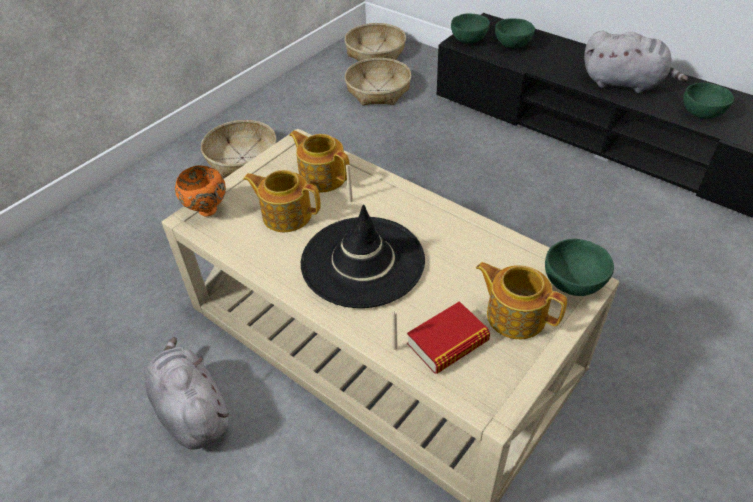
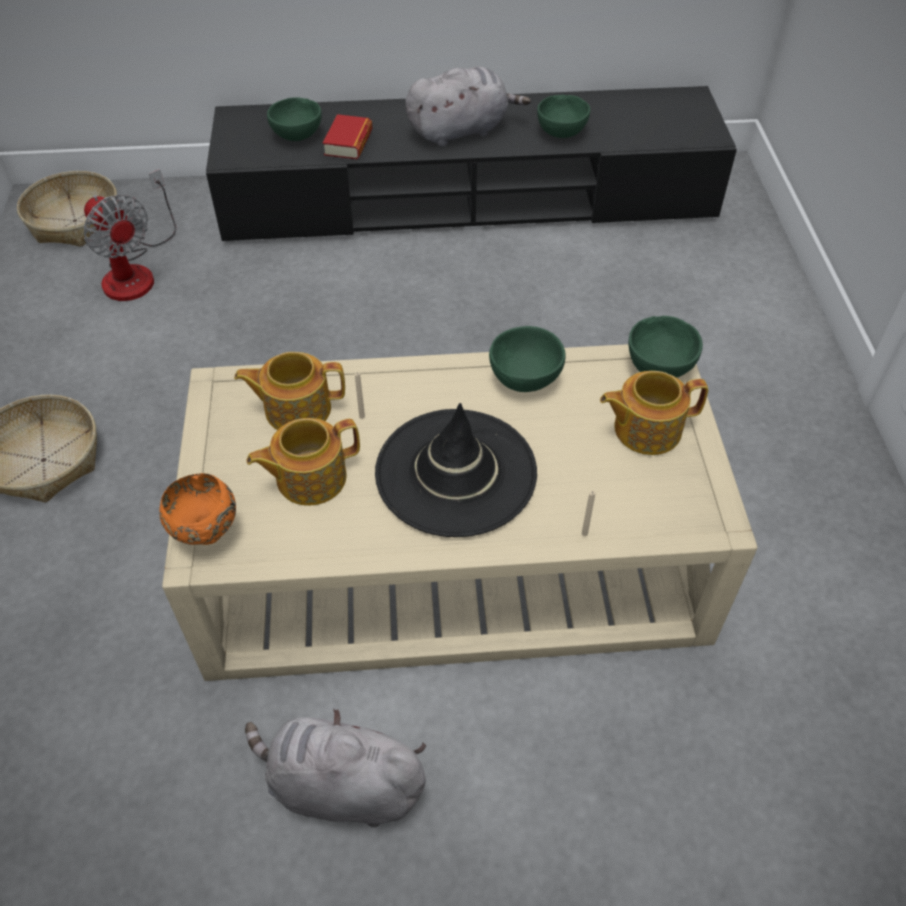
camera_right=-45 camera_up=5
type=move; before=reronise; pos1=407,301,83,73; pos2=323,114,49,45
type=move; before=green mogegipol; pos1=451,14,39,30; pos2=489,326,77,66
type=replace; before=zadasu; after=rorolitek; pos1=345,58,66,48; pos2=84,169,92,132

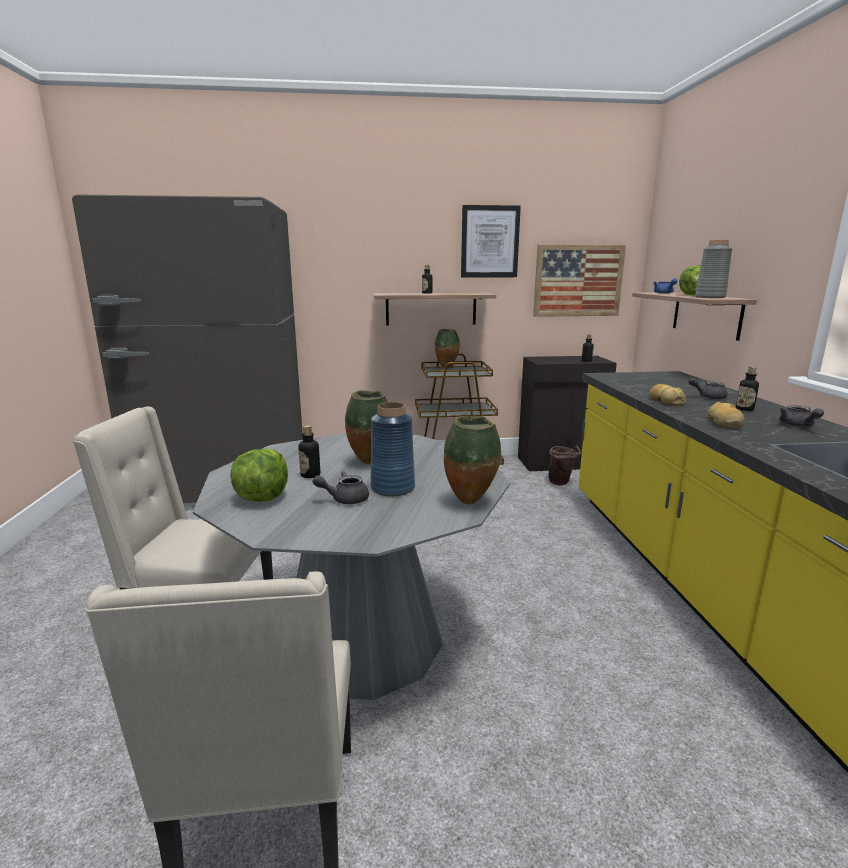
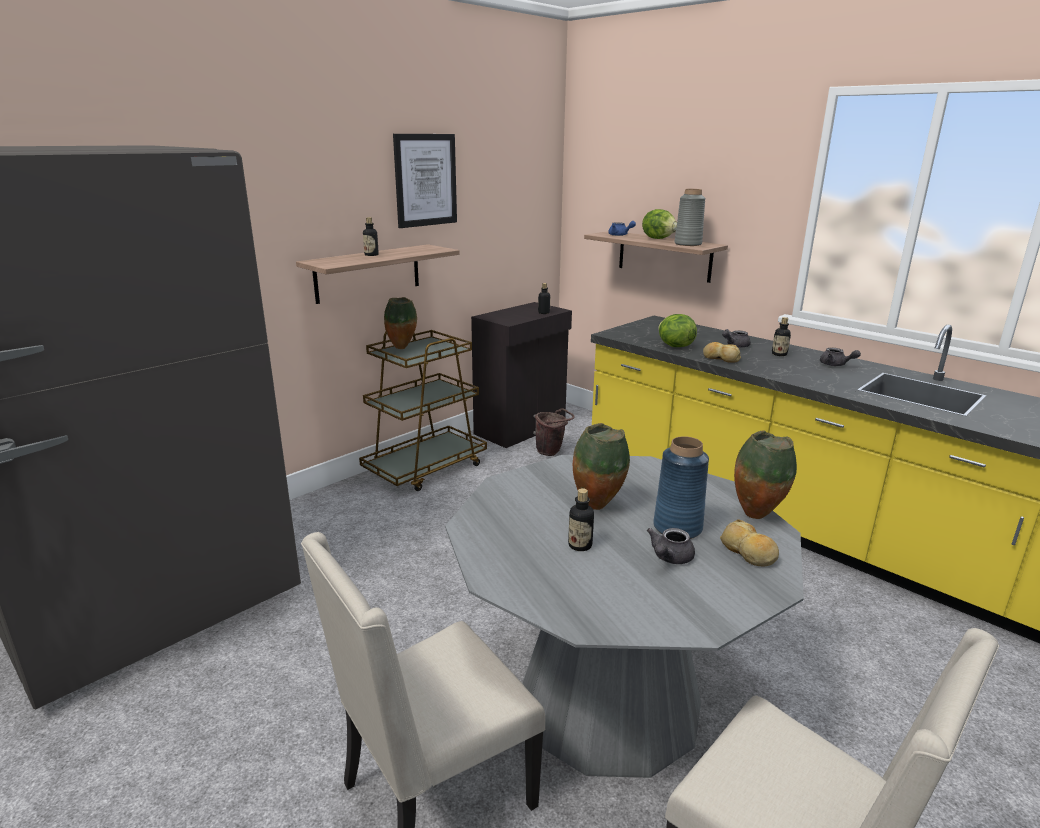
camera_right=-40 camera_up=5
type=delete; before=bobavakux; pos1=533,244,93,73
type=move; before=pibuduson; pos1=230,448,58,54; pos2=658,314,39,33
type=move; before=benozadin; pos1=708,402,37,26; pos2=720,519,59,48

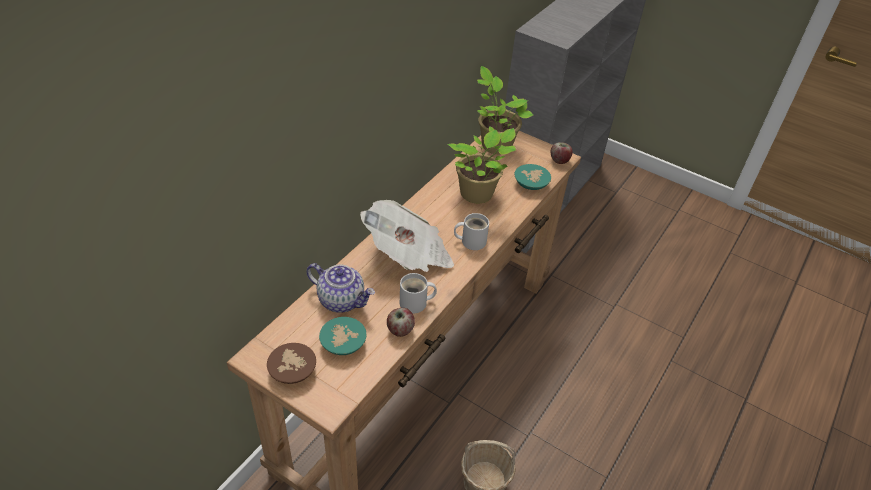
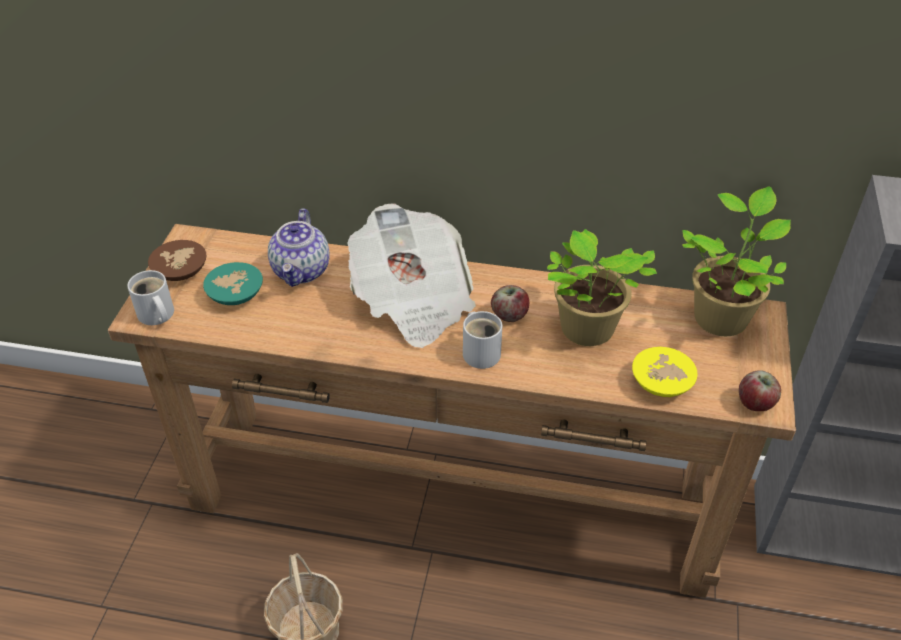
camera_right=70 camera_up=0
type=move; before=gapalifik; pos1=387,308,28,29; pos2=491,285,38,37
type=move; before=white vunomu; pos1=400,273,37,41; pos2=127,270,47,55
type=recolor; before=turquoise mogegipol; after=yellow mogegipol; pos1=514,164,37,26; pos2=632,347,66,50

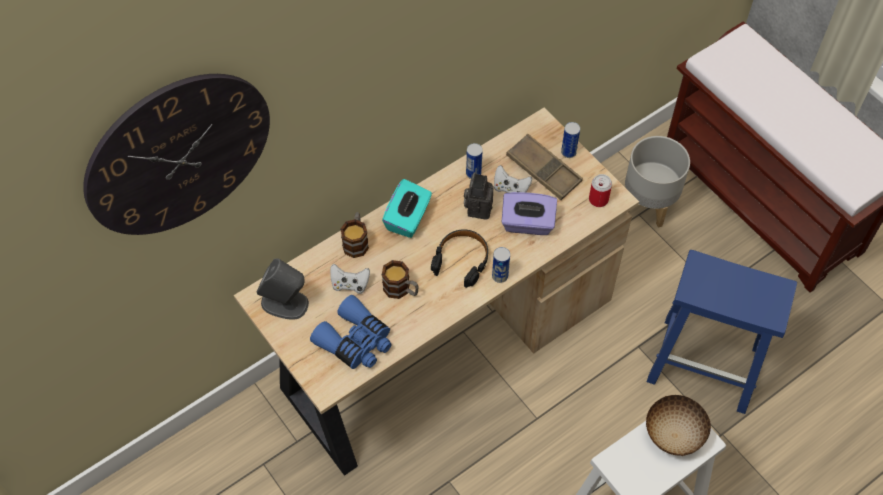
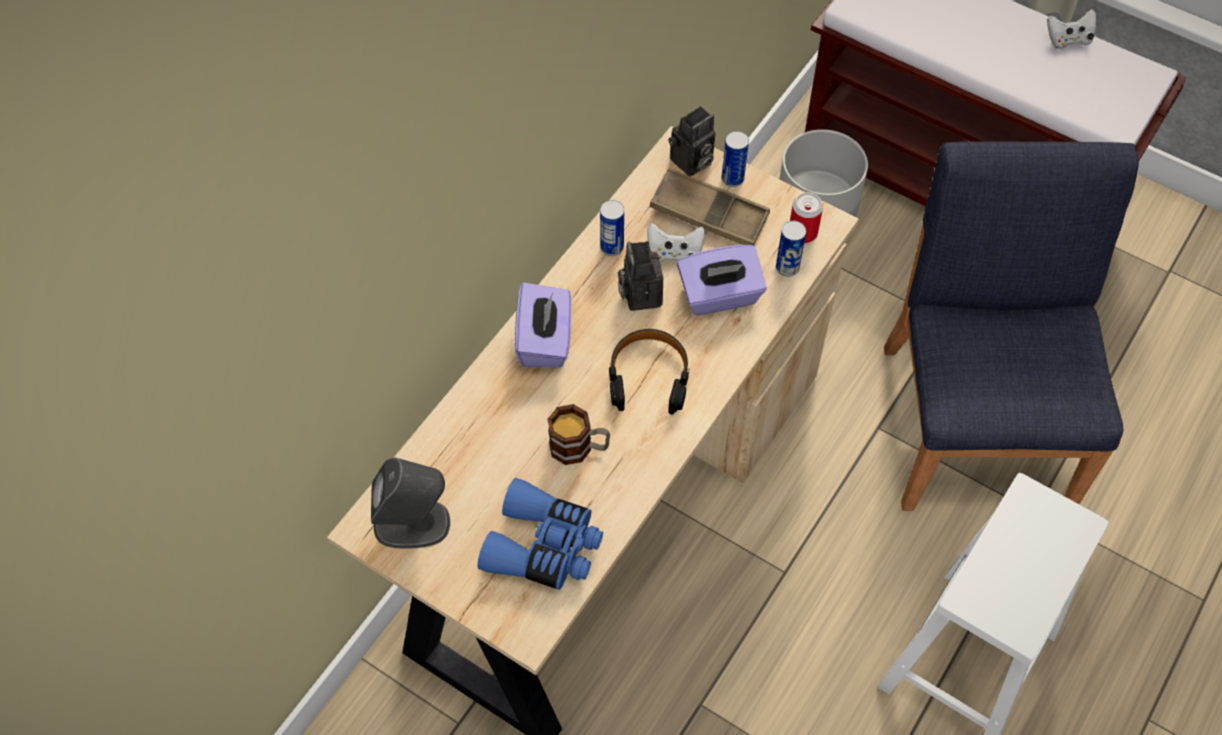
camera_right=-20 camera_up=0
type=delete; before=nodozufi; pos1=83,74,187,161
type=delete; before=vunomu; pos1=340,212,29,46
type=delete; before=mogegipol; pos1=646,395,65,61
type=insert; after=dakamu; pos2=668,106,47,70
type=move; before=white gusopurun; pos1=330,263,40,31; pos2=1047,9,49,40
type=move; before=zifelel; pos1=492,247,18,36; pos2=776,221,30,56
type=replace; before=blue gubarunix; after=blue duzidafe; pos1=647,250,150,164; pos2=884,141,255,370
type=recolor; before=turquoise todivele; after=purple todivele; pos1=382,179,50,59; pos2=515,282,57,86

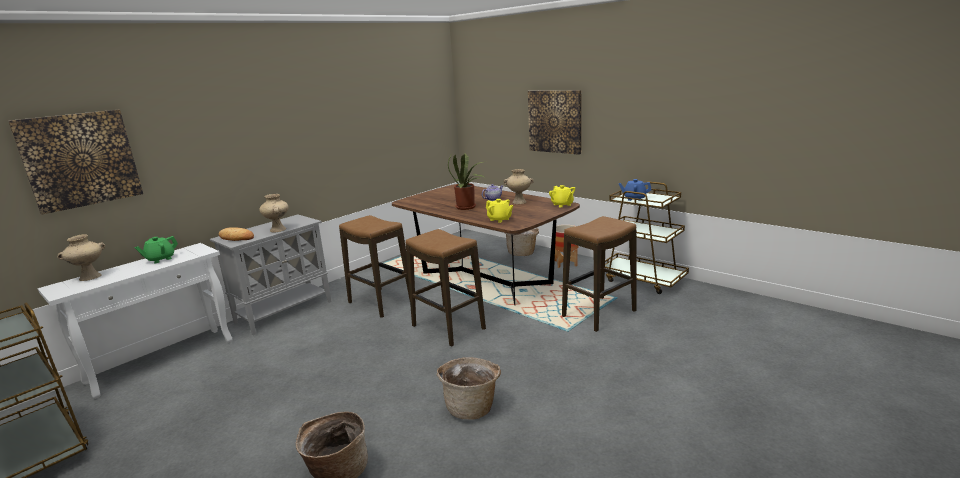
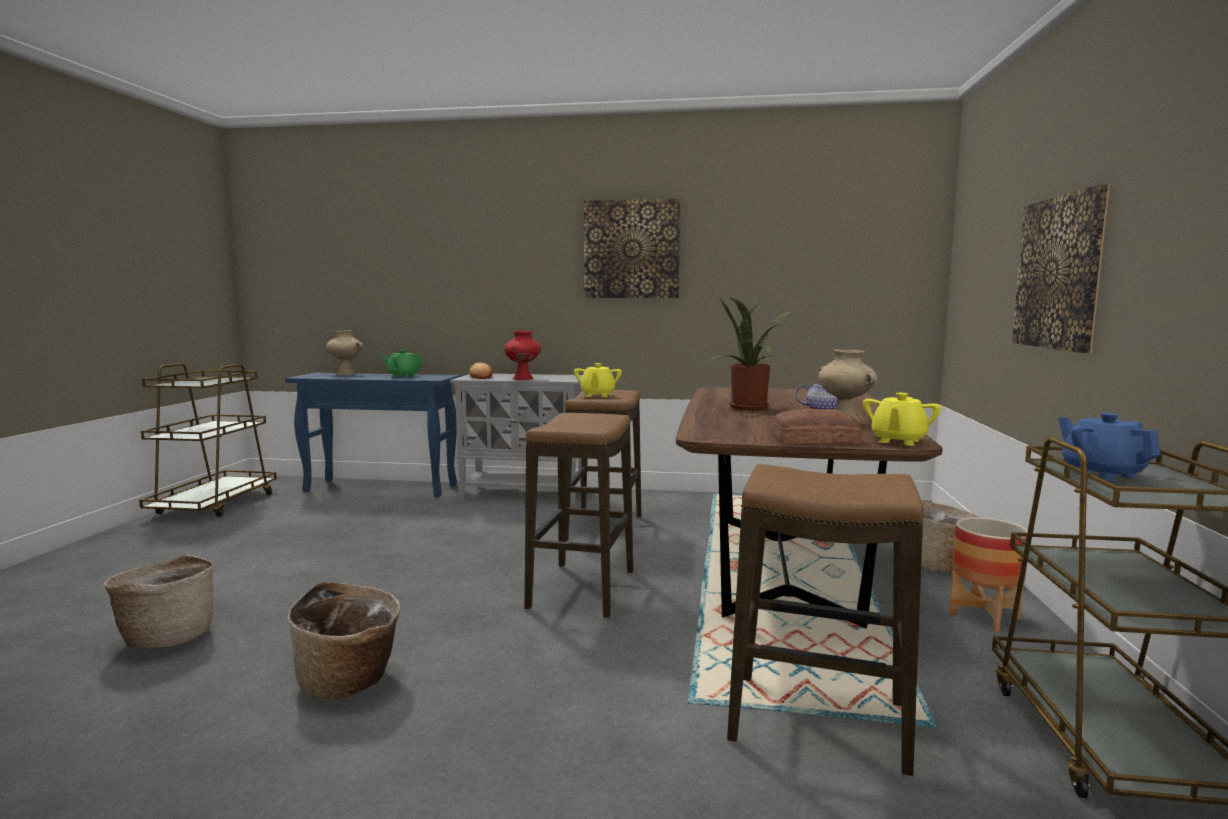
camera_right=55 camera_up=-10
type=insert; after=benozadin; pos2=772,409,90,35
type=move; before=bobavakux; pos1=8,110,135,105; pos2=584,199,96,99
type=move; before=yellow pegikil; pos1=486,199,27,24; pos2=574,363,48,34
type=recolor; before=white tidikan; after=blue tidikan; pos1=37,243,196,156; pos2=285,373,176,124
type=recolor; before=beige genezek; after=red genezek; pos1=259,194,30,39; pos2=504,330,37,50

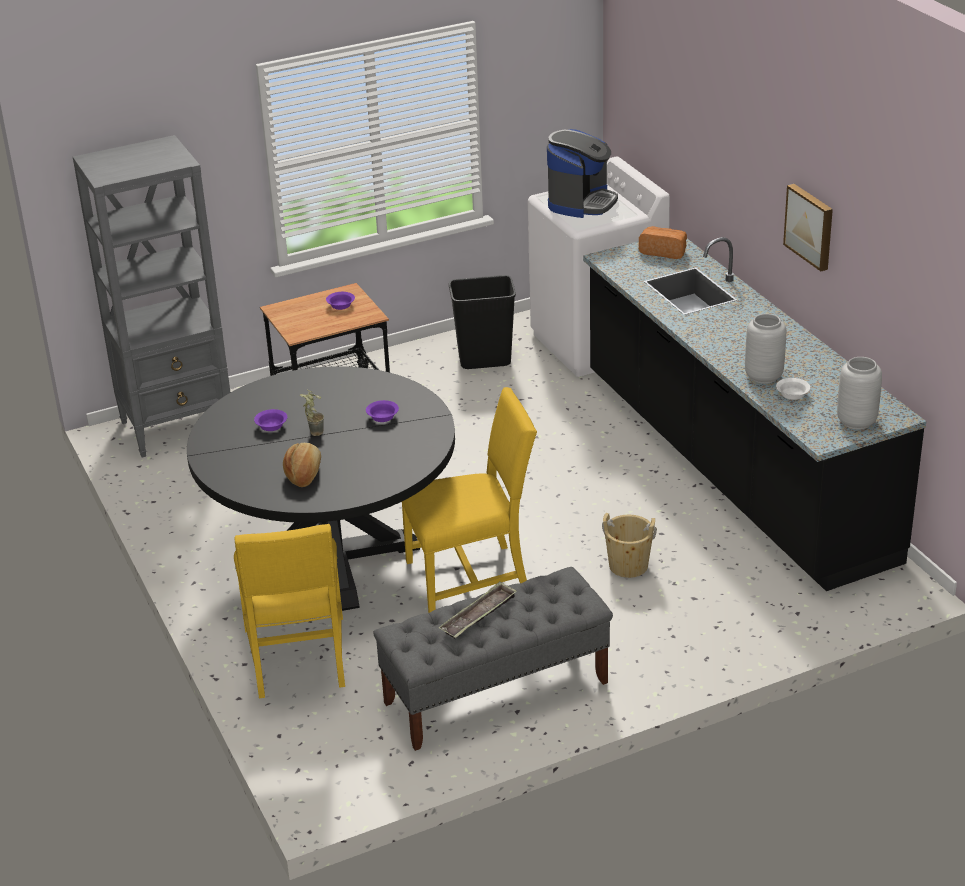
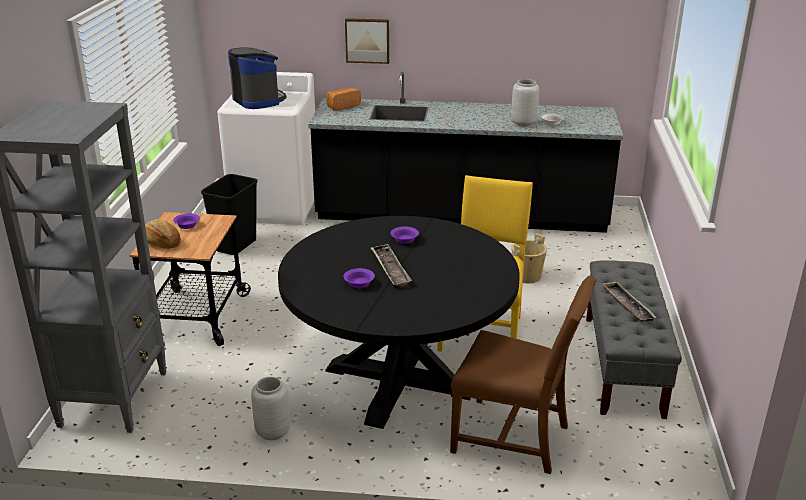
camera_right=-60 camera_up=-5
type=move; before=benozadin; pos1=283,443,38,44; pos2=145,219,36,30
type=move; before=bobavakux; pos1=783,184,50,87; pos2=345,18,44,46
type=move; before=grey genezek; pos1=837,357,45,73; pos2=251,377,39,64
type=replace; before=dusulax; after=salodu; pos1=300,390,24,46; pos2=371,244,41,45
type=recolor; before=yellow duzidafe; after=brown duzidafe; pos1=234,524,111,174; pos2=450,276,146,198

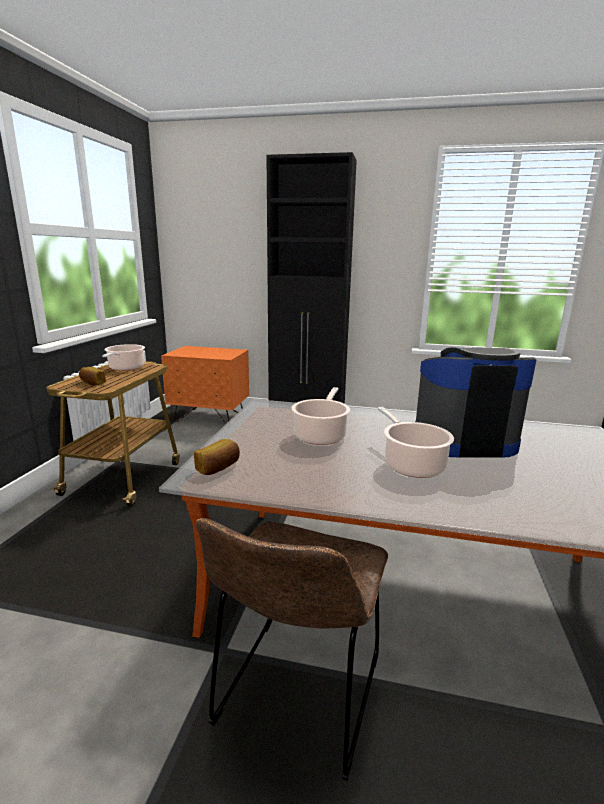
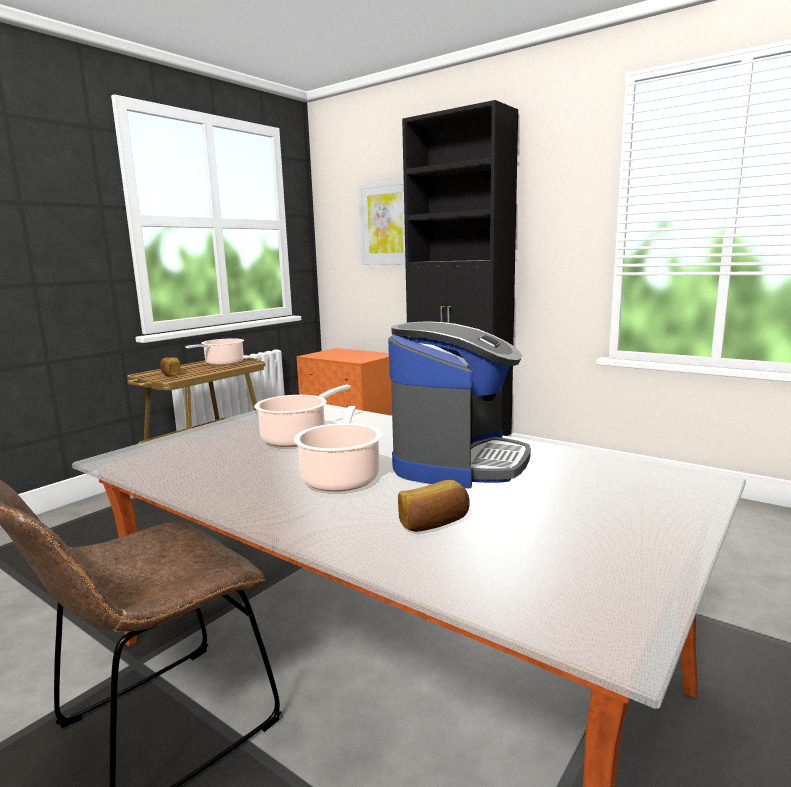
camera_right=25 camera_up=-5
type=insert; after=bobavakux; pos2=358,179,47,86
type=move; before=benozadin; pos1=194,439,46,36; pos2=398,480,72,52
type=rotate; before=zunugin; pos1=415,347,122,111; pos2=388,322,143,166; turn=90

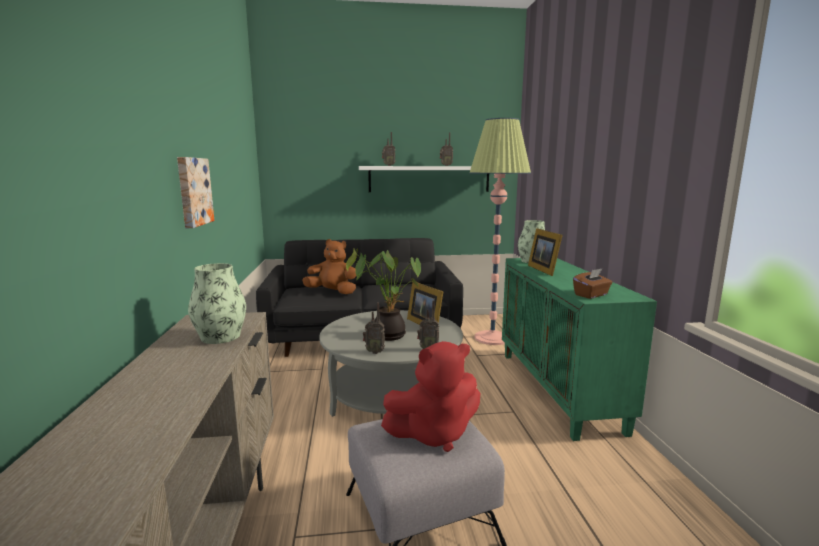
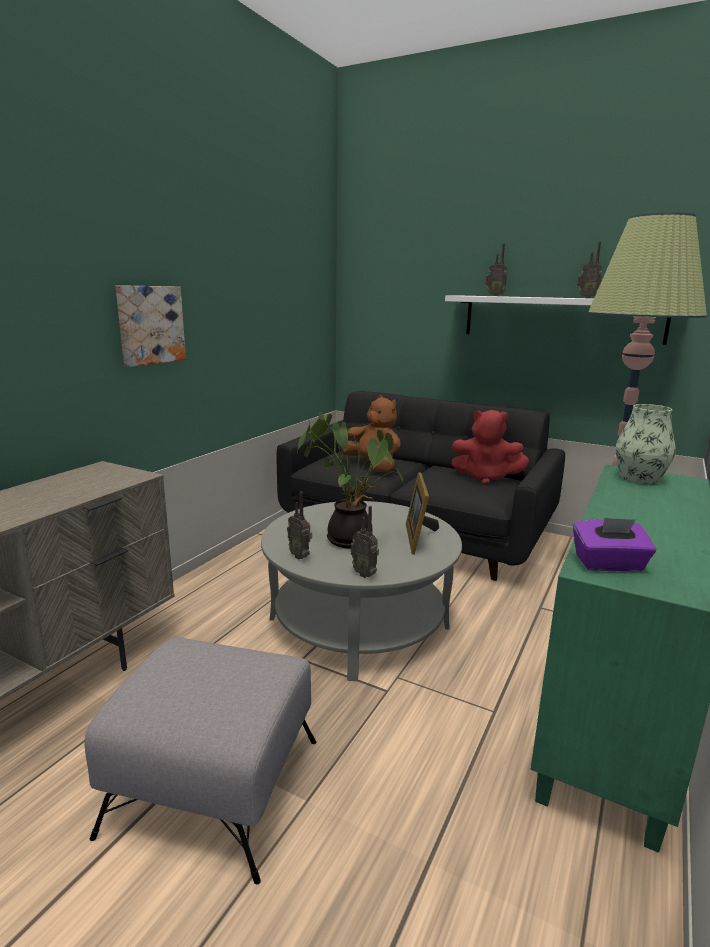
camera_right=35 camera_up=5
type=delete; before=genezek; pos1=188,263,58,81
type=delete; before=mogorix; pos1=528,228,35,48
type=move; before=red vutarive; pos1=381,341,99,111; pos2=451,410,78,75
type=recolor; before=brown todivele; after=purple todivele; pos1=573,268,39,31; pos2=573,518,83,54

